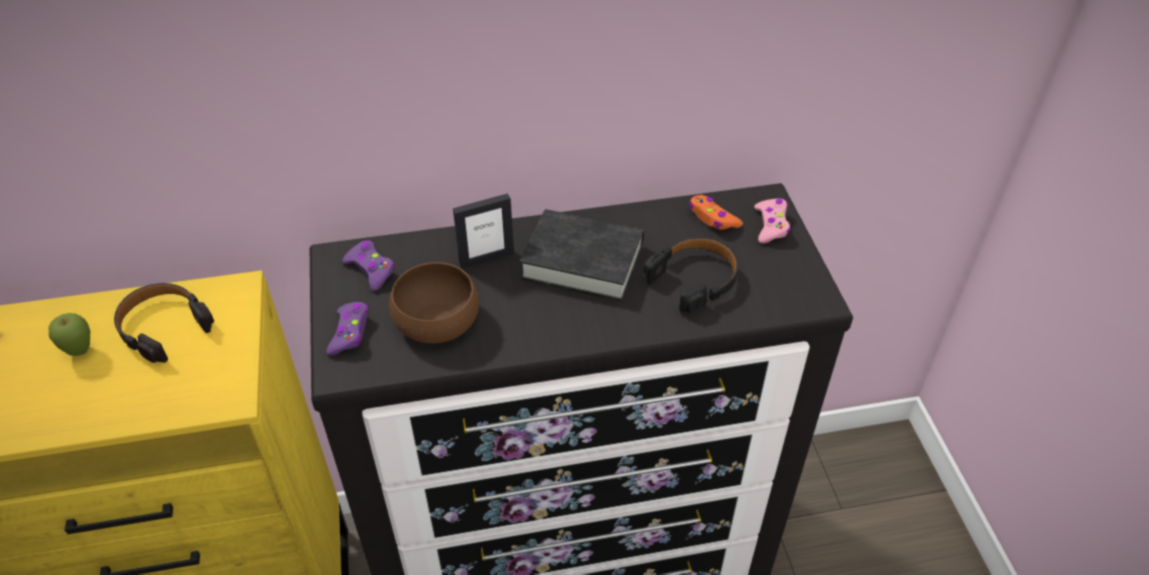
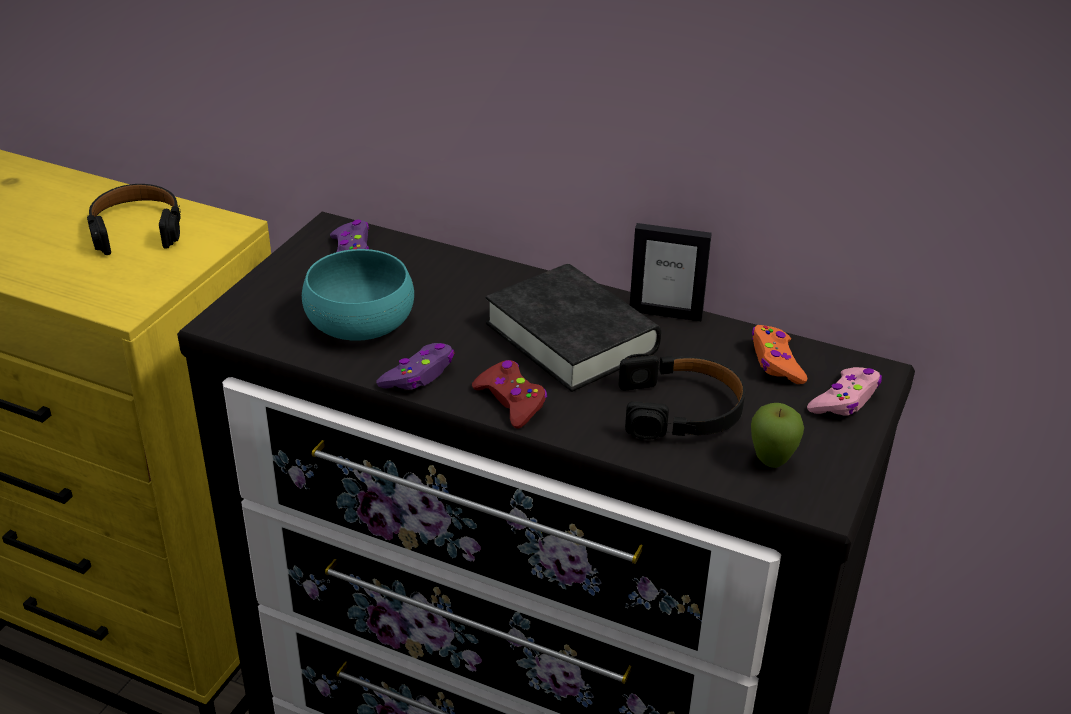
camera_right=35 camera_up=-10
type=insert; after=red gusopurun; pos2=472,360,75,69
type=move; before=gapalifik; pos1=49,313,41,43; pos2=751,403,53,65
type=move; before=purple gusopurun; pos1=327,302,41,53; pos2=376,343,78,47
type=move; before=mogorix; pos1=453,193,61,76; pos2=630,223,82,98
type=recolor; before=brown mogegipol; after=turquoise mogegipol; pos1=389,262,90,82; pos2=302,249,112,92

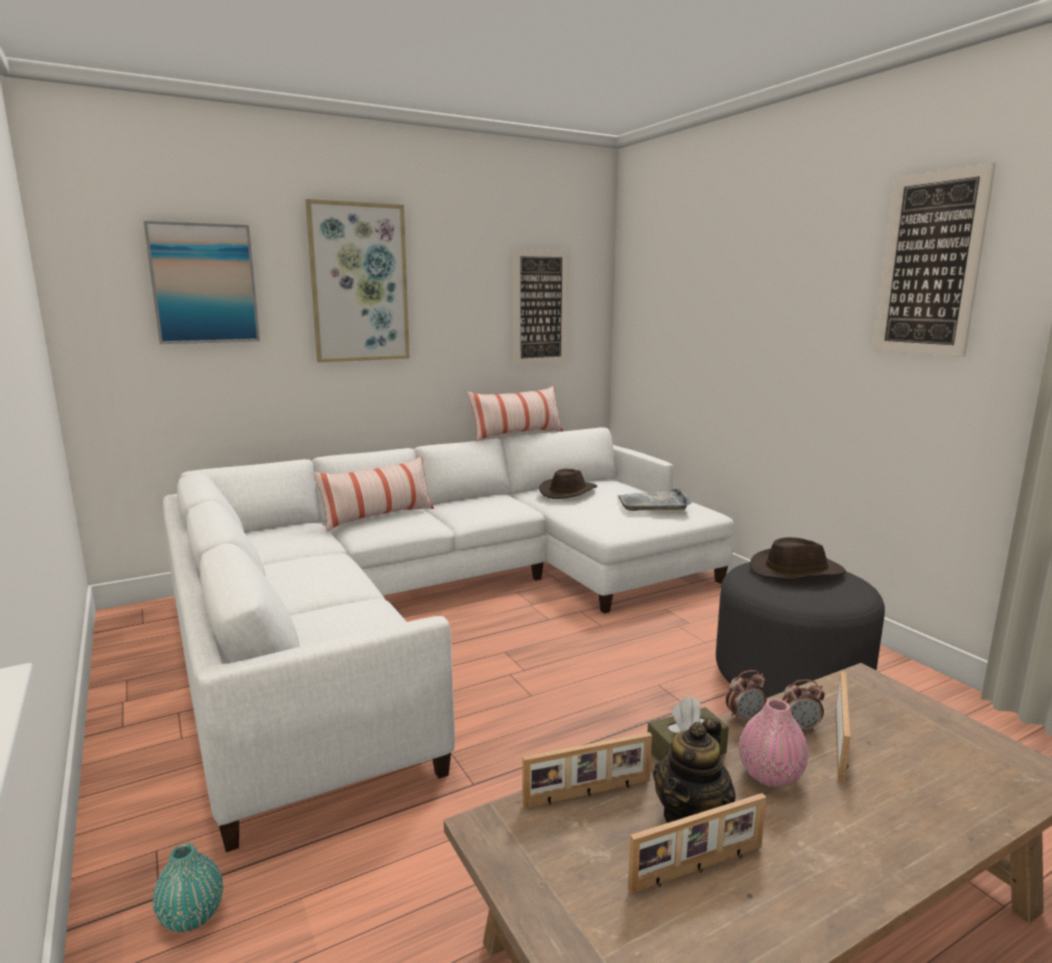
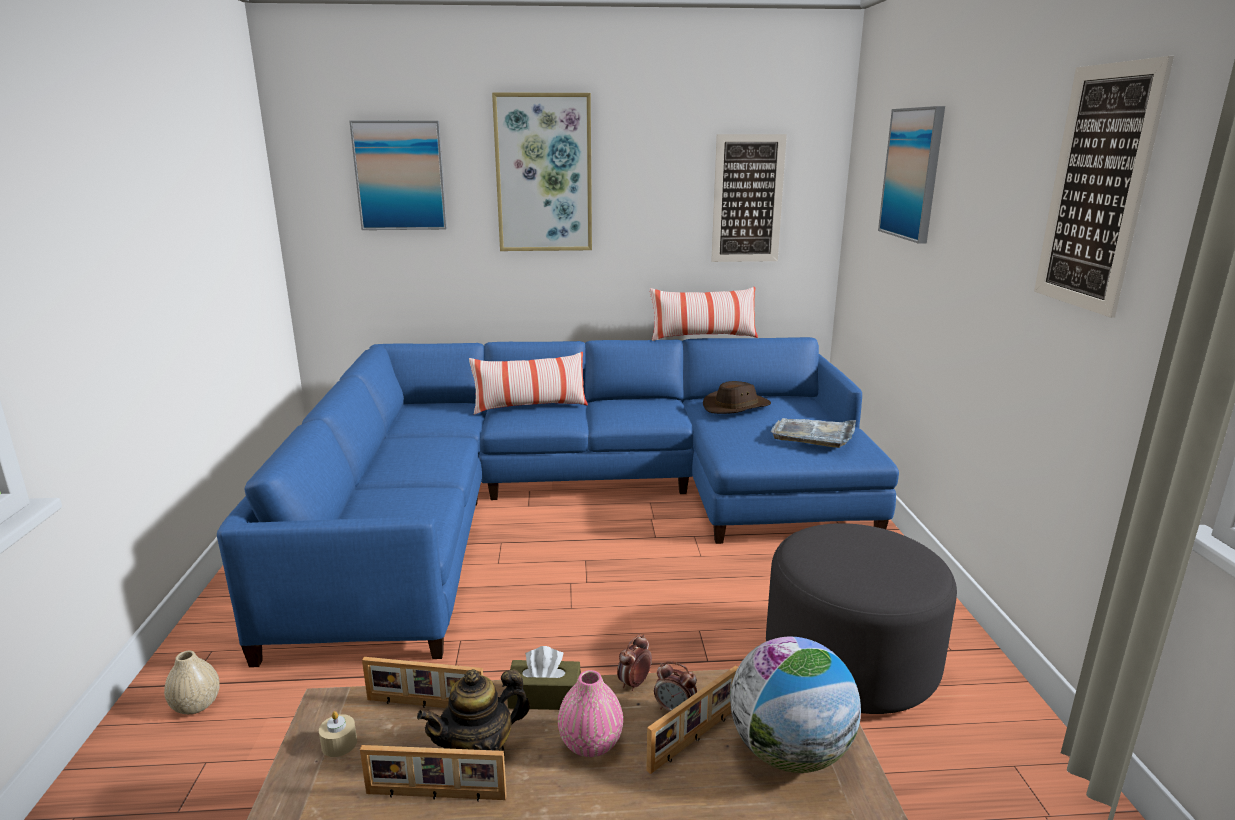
camera_right=25 camera_up=5
type=delete; before=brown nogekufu; pos1=750,537,96,43
type=insert; after=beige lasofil; pos2=319,711,38,46
type=insert; after=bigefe; pos2=730,637,131,136
type=insert; after=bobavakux; pos2=878,106,67,138
type=recolor; before=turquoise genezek; after=beige genezek; pos1=153,843,70,89; pos2=164,651,56,63
type=recolor; before=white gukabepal; after=blue gukabepal; pos1=163,427,571,425; pos2=217,337,682,330
type=rotate; before=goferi; pos1=726,670,41,53; pos2=617,634,35,57; turn=120

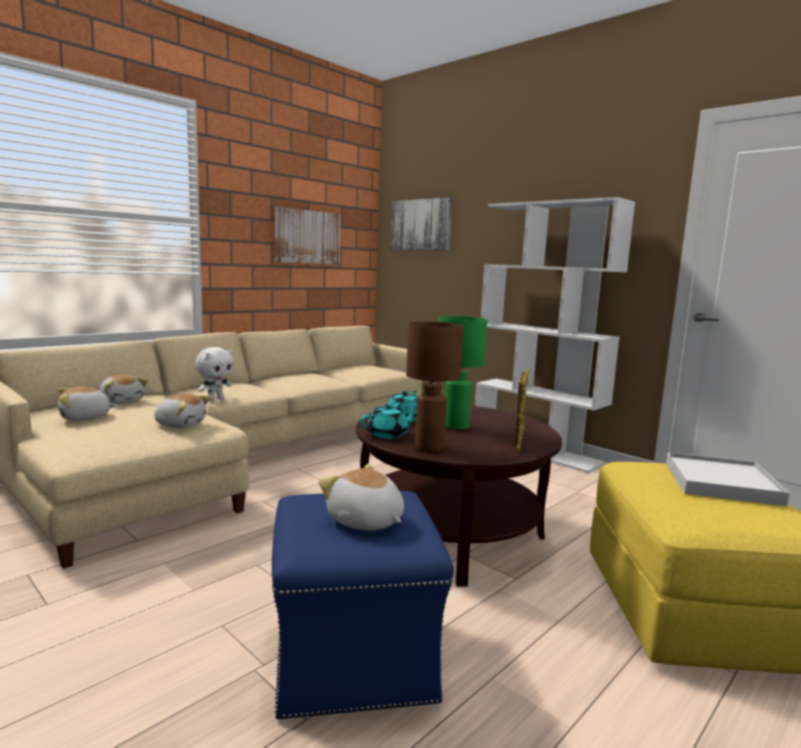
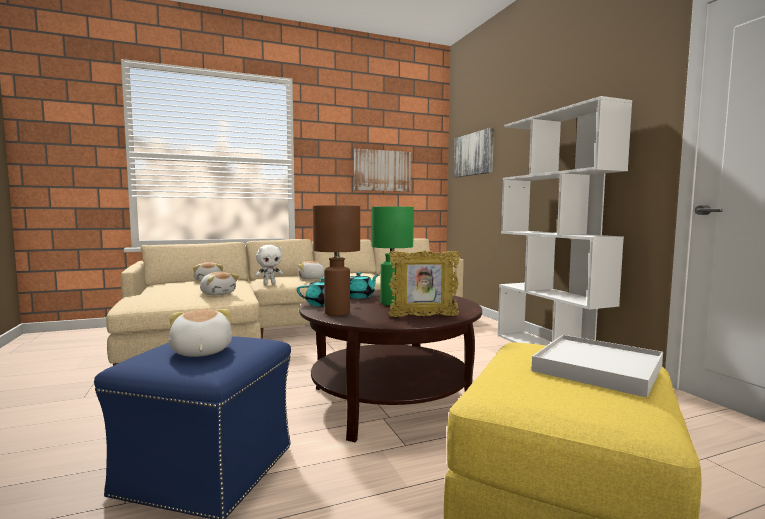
camera_right=25 camera_up=-5
type=move; before=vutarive; pos1=58,387,59,34; pos2=298,261,26,18
type=rotate; before=mogorix; pos1=514,368,15,84; pos2=389,251,71,66; turn=45

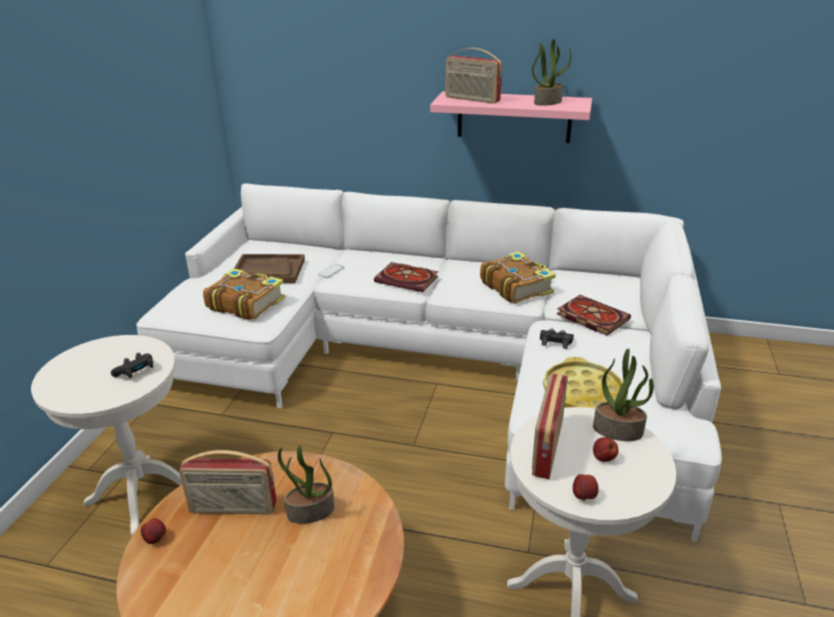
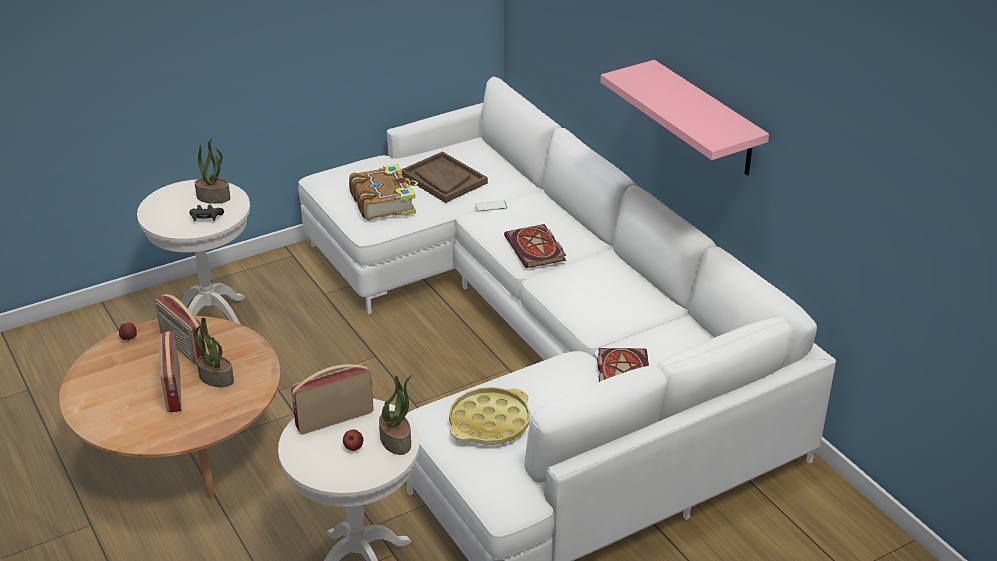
camera_right=45 camera_up=5
type=delete; before=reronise; pos1=480,251,76,53
type=delete; before=black gusopurun; pos1=540,328,34,21
type=delete; before=gapalifik; pos1=573,474,26,27
type=move; before=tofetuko; pos1=445,48,57,55; pos2=159,331,23,82
type=move; before=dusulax; pos1=532,39,40,67; pos2=195,138,35,66

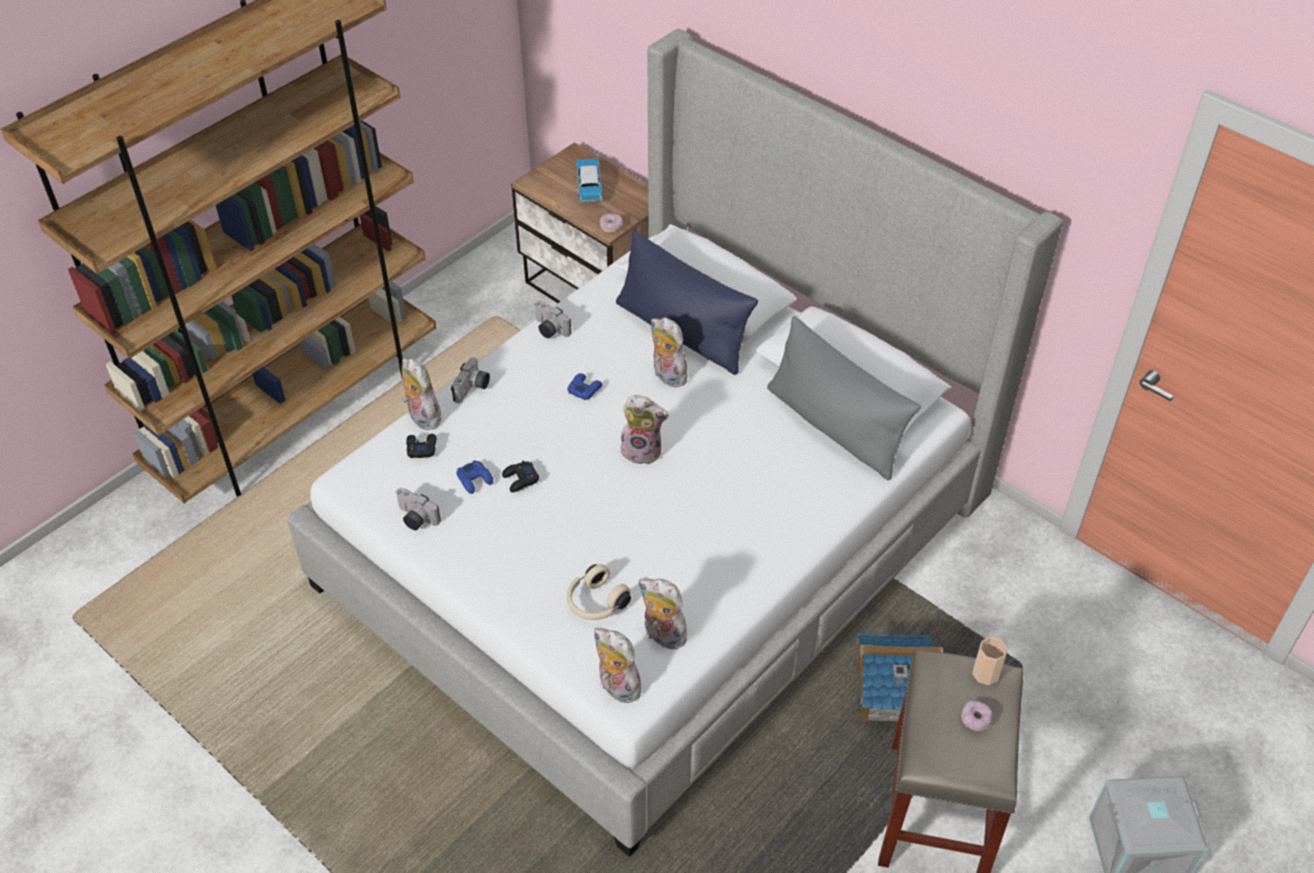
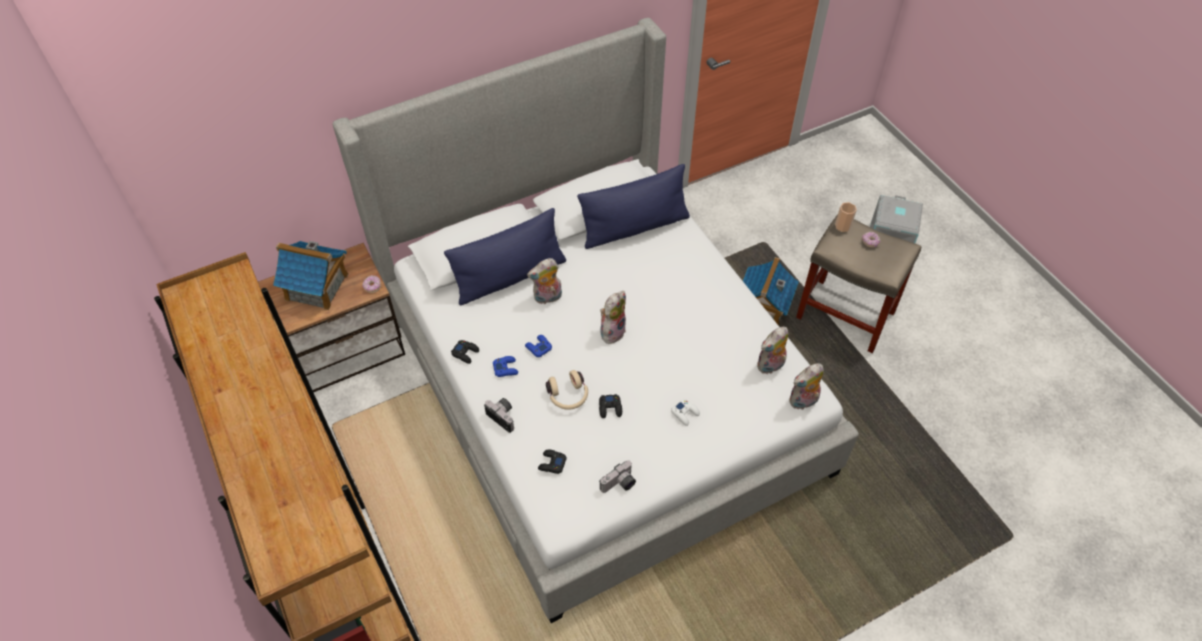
camera_right=-70 camera_up=5
type=delete; before=vutarive; pos1=402,358,39,72
type=insert; after=white gusopurun; pos2=671,399,29,27
type=move; before=blue gusopurun; pos1=456,460,37,34; pos2=493,356,25,21
type=move; before=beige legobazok; pos1=567,564,64,56; pos2=546,370,42,40
type=replace; before=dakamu; after=black gusopurun; pos1=535,301,36,37; pos2=451,340,28,24
type=replace; before=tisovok; after=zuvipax; pos1=576,159,26,43; pos2=273,241,75,69
type=recolor; before=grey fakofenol; after=blue fakofenol; pos1=767,316,154,164; pos2=577,164,113,85

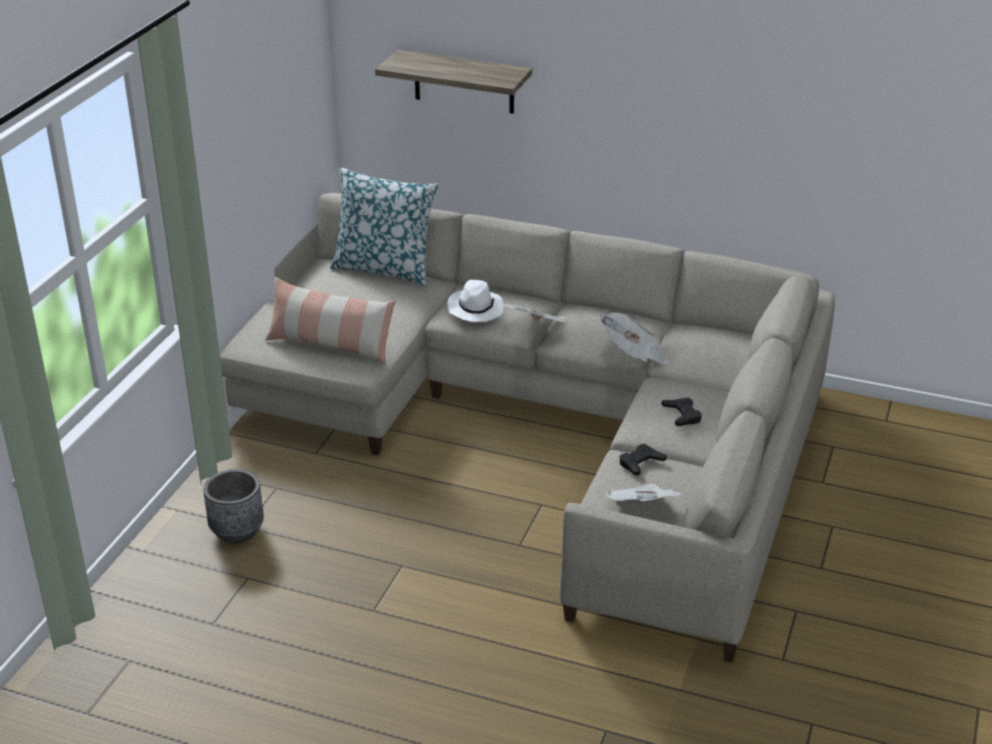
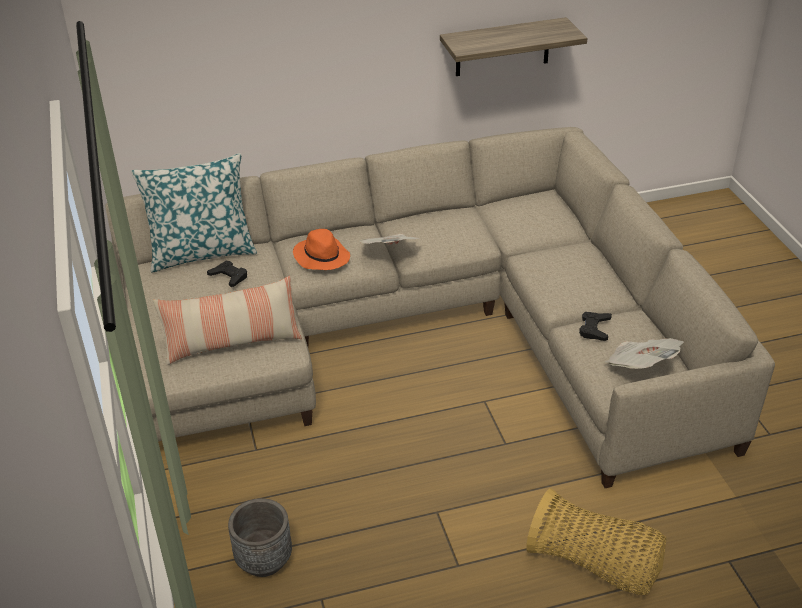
camera_right=-35 camera_up=5
type=delete; before=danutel; pos1=600,312,68,52
type=insert; after=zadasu; pos2=527,488,139,107
type=move; before=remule; pos1=375,50,157,64; pos2=440,17,147,59
type=move; before=black gusopurun; pos1=661,398,41,28; pos2=207,261,40,26
type=recolor; before=white nogekufu; after=orange nogekufu; pos1=447,280,56,42; pos2=293,229,57,41

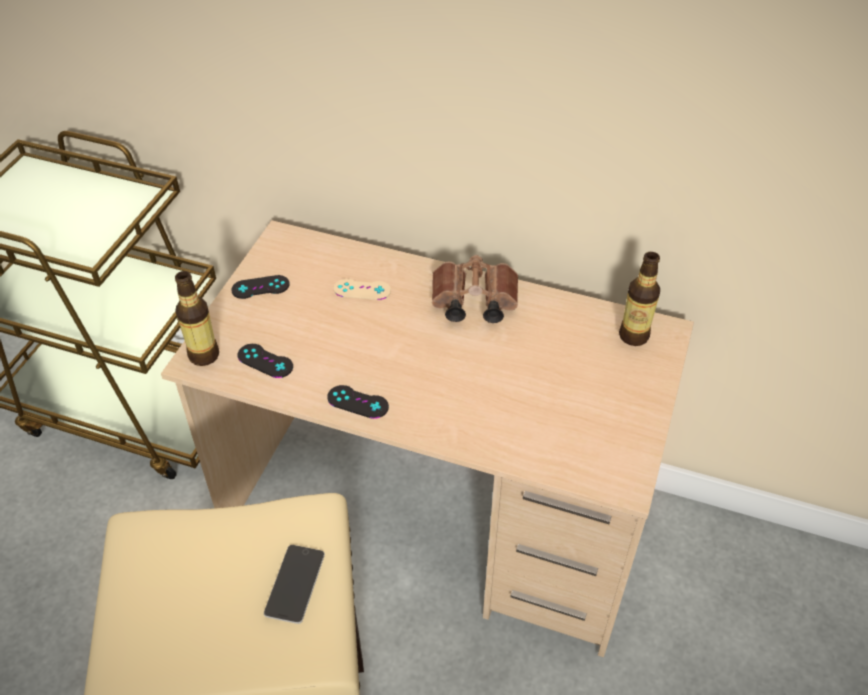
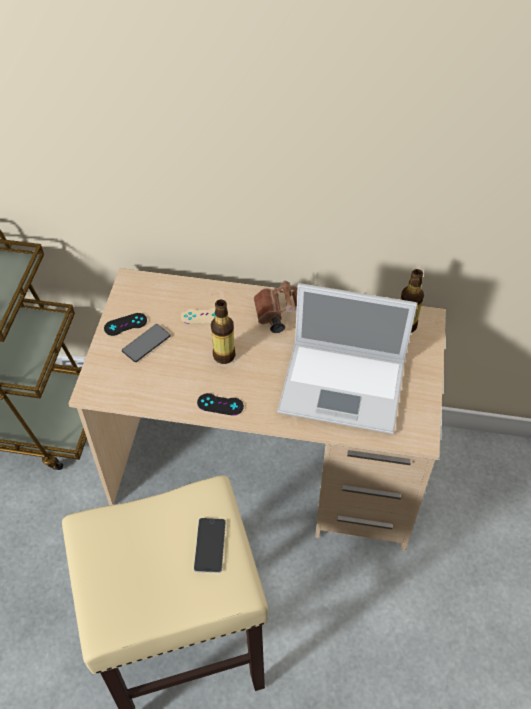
camera_right=-10 camera_up=5
type=delete; before=black gusopurun; pos1=237,344,56,34
type=insert; after=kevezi; pos2=122,324,49,38
type=insert; after=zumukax; pos2=277,283,140,151
type=move; before=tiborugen; pos1=175,271,44,95; pos2=211,300,24,64

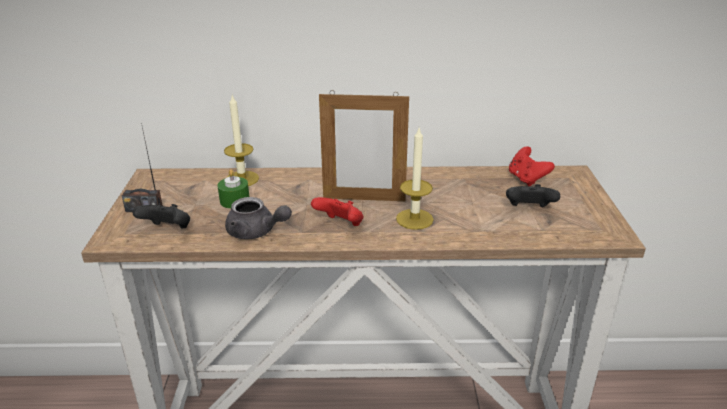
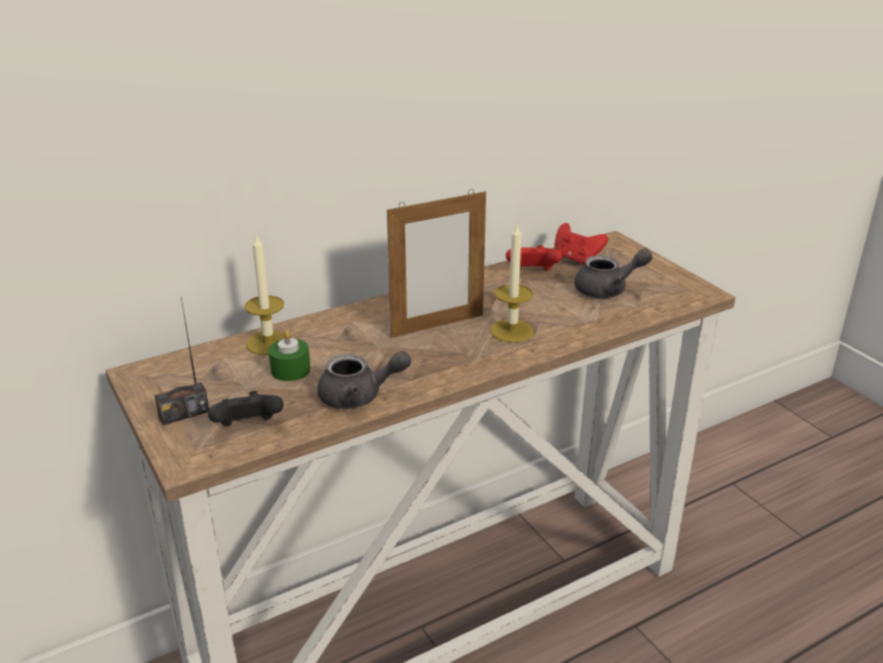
camera_right=-30 camera_up=0
type=move; before=red gusopurun; pos1=311,197,53,29; pos2=506,245,56,25
type=replace; before=black gusopurun; after=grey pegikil; pos1=506,184,54,23; pos2=575,248,78,50

